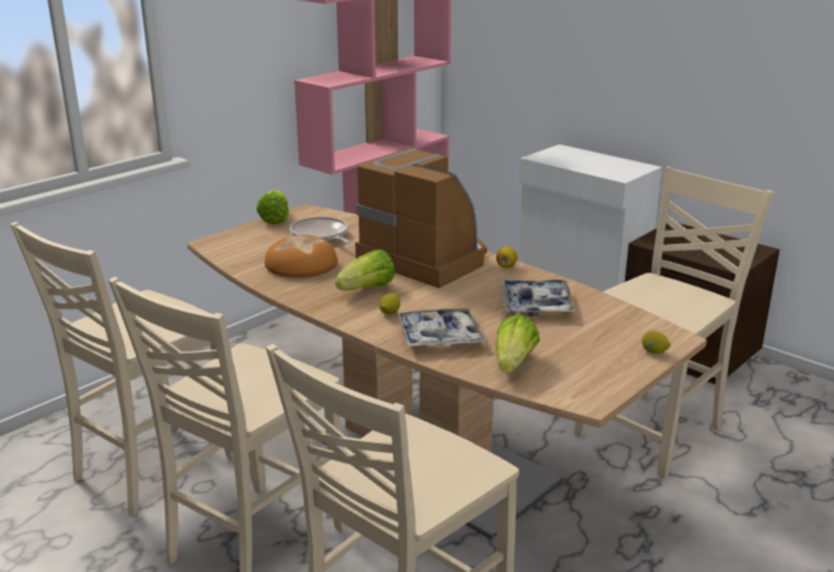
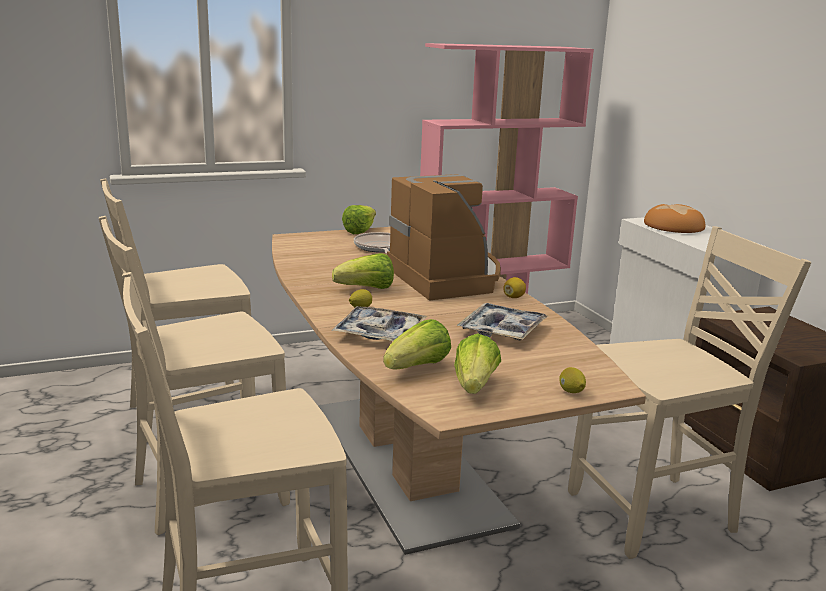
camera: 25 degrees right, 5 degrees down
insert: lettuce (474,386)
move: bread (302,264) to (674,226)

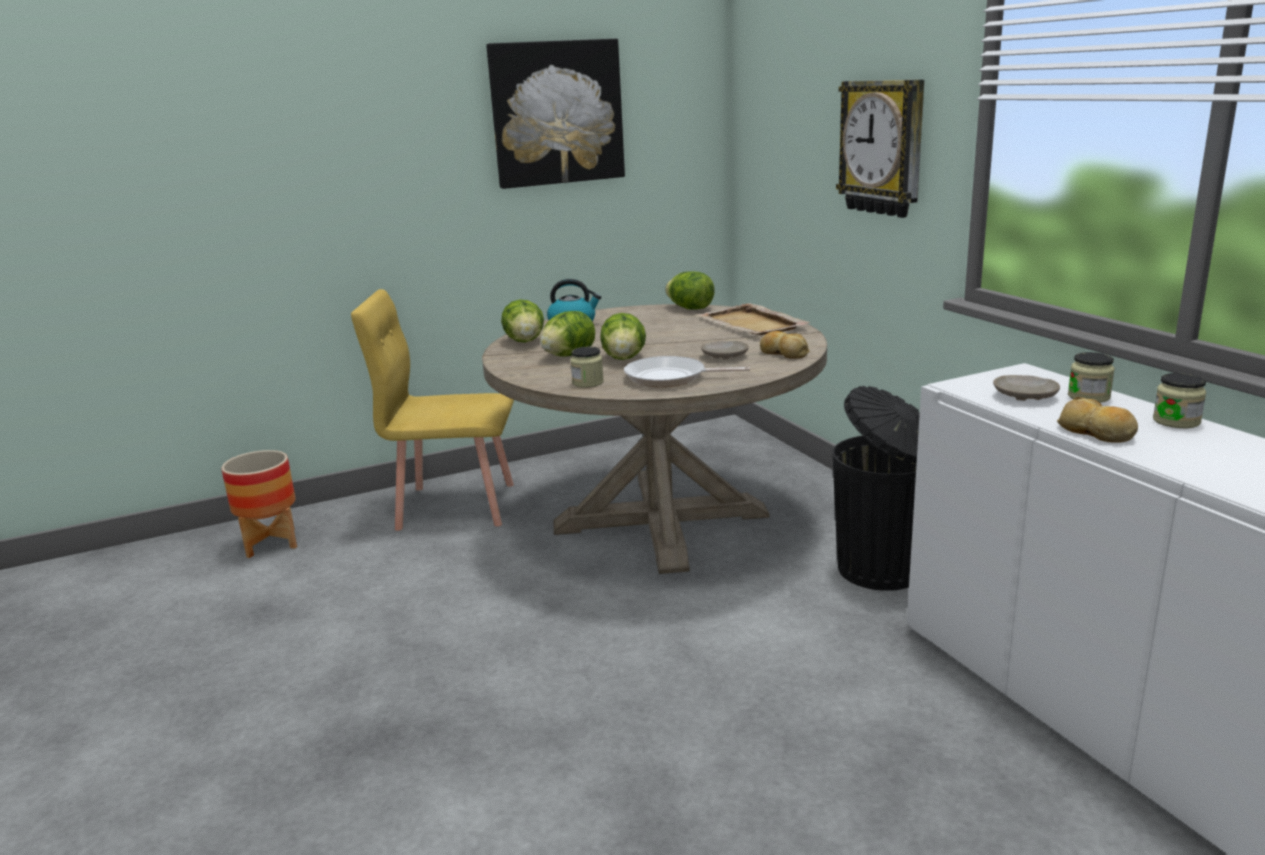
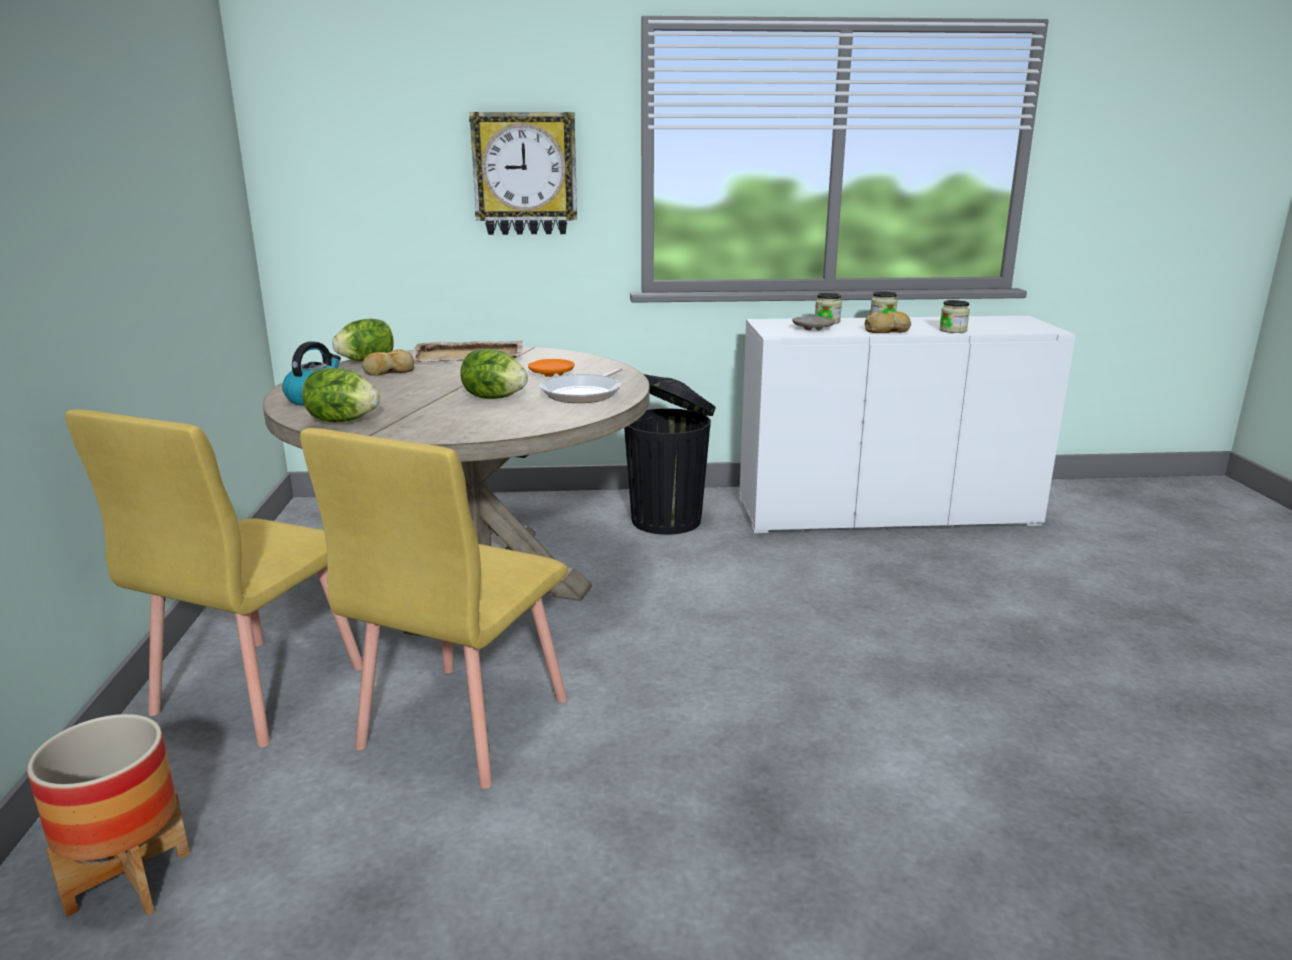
camera: 70 degrees left, 0 degrees up
delete: picture (557,113); lettuce (568,356)
insert: yellow chair (462,723)
move: jar (588,383) to (953,330); bread (783,353) to (388,371)
recolor: beige plate (725,356) to orange plate (551,374)

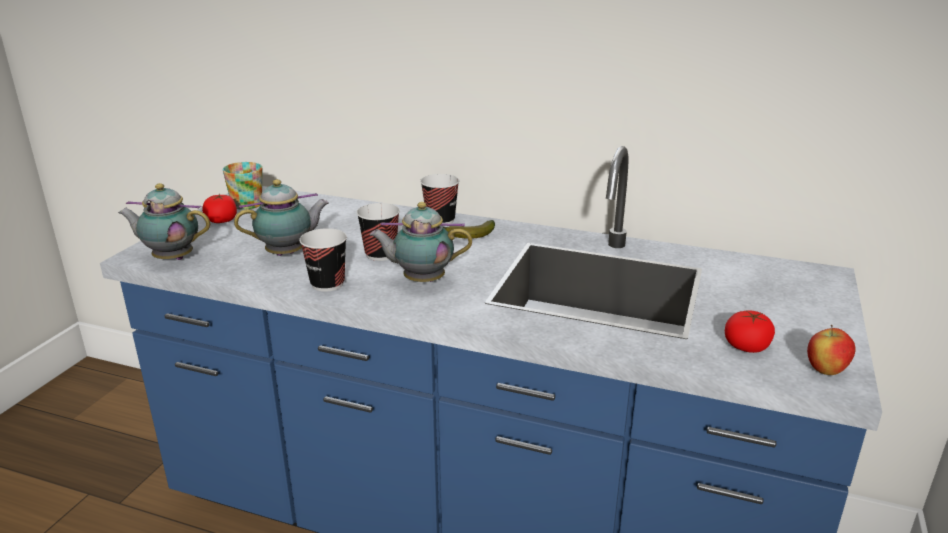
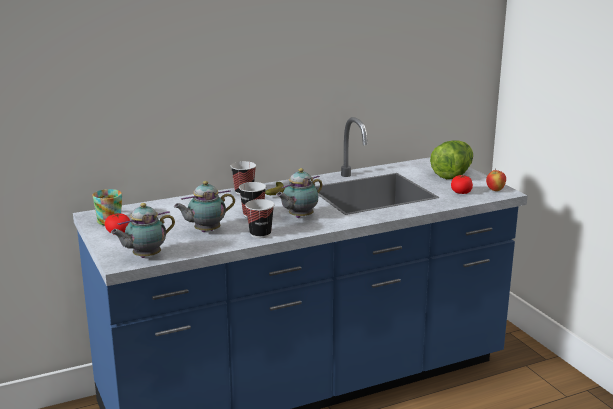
camera: 45 degrees left, 5 degrees down
insert: lettuce (452,174)
rotate: teapot (288,253) = (205,231) 135 degrees counterclockwise

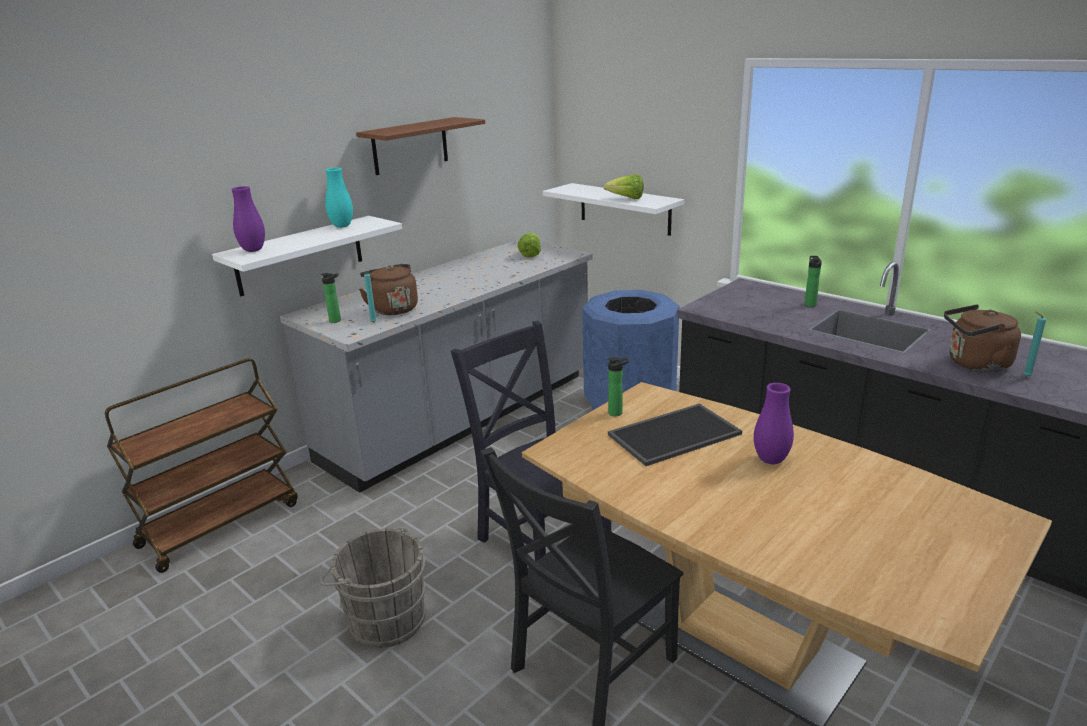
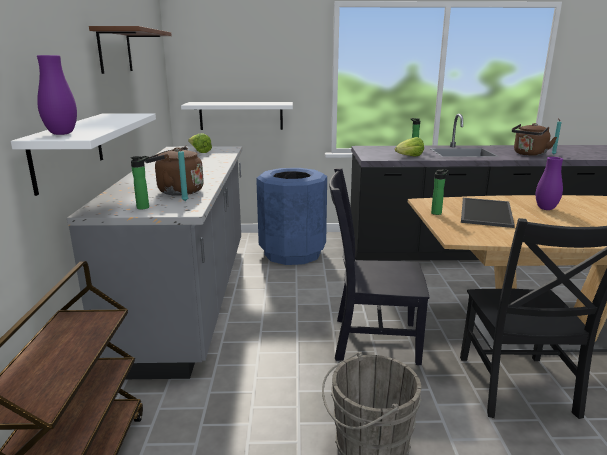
camera: 45 degrees left, 5 degrees down
delete: turquoise vase (342,226)
move: lettuce (626,198) to (409,157)

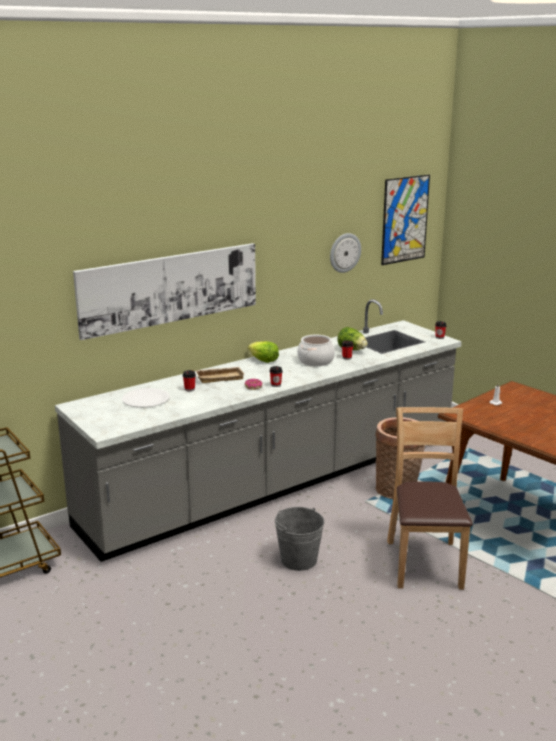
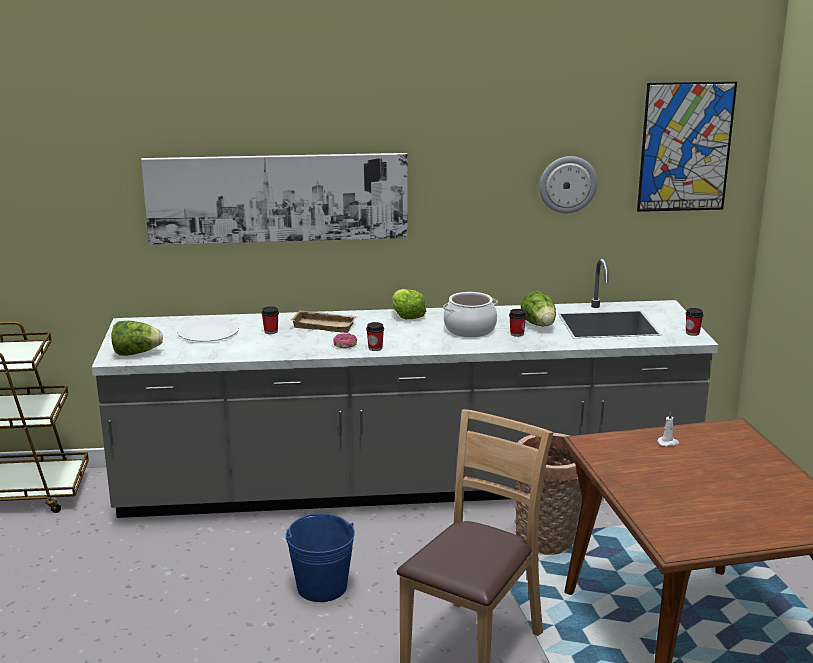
camera: 30 degrees right, 0 degrees up
insert: lettuce (136,353)
recolor: grey bucket (299,560) to blue bucket (322,587)

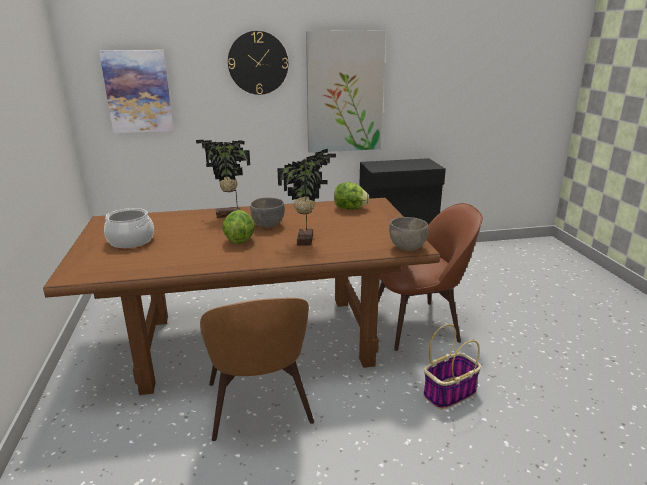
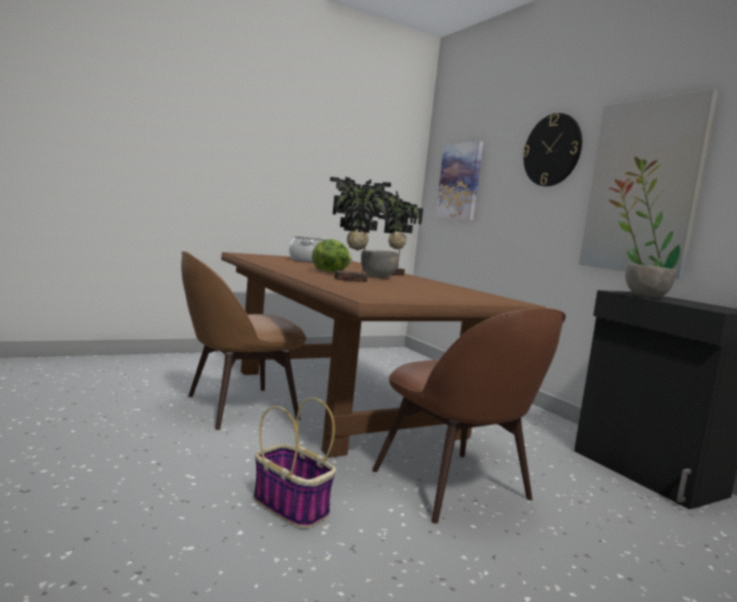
camera: 70 degrees right, 15 degrees down
delete: lettuce (350,208)
move: grey bowl (407,248) to (645,297)

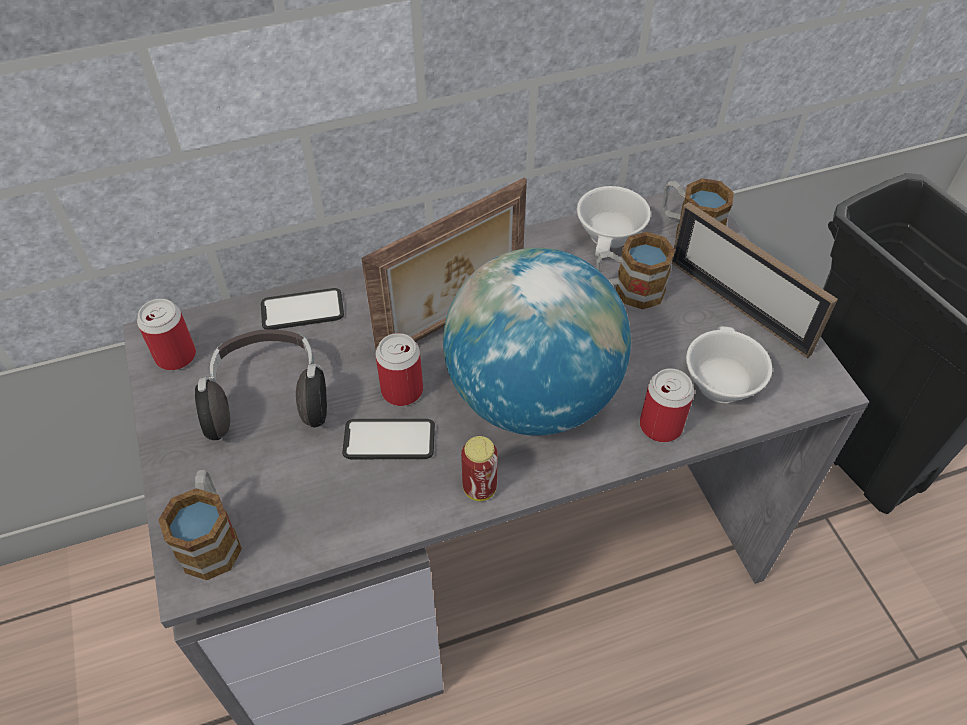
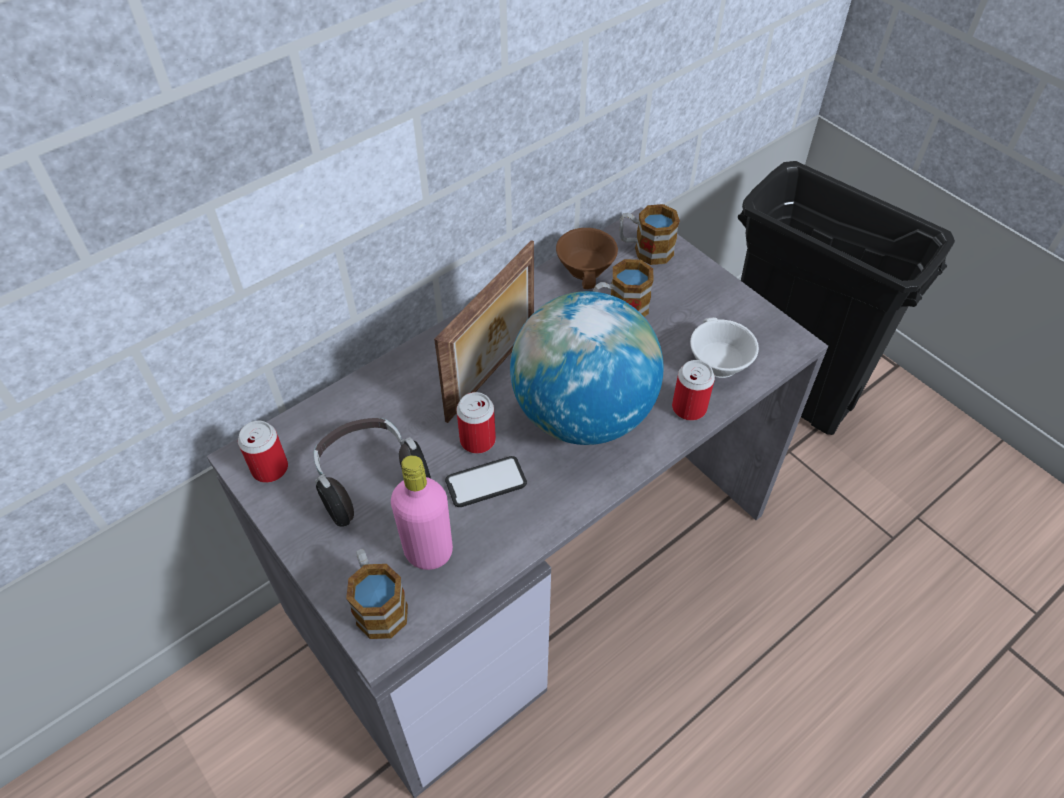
camera: 20 degrees left, 0 degrees up
delete: phone (302,310); can (479,488); picture frame (738,306)
insert: pink bottle (428,552)
recolor: white cup (612,236) to brown cup (588,269)

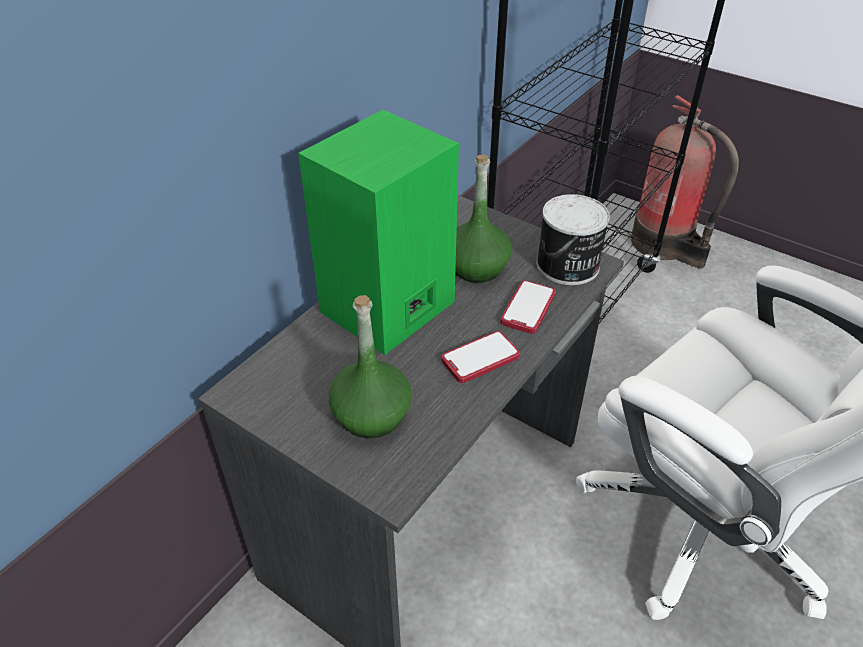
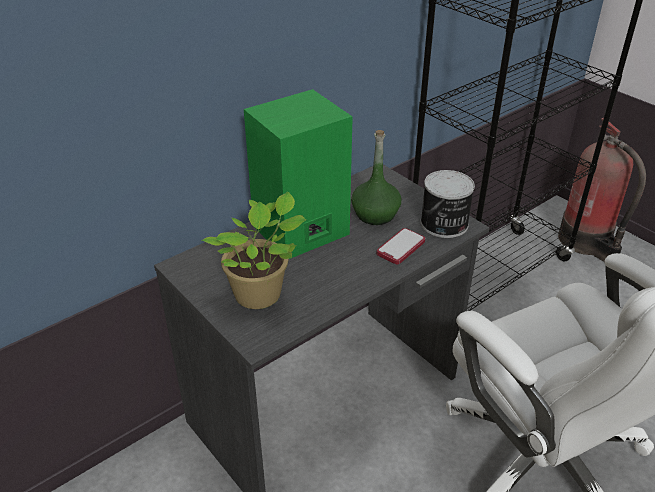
camera: 15 degrees right, 5 degrees down
delete: phone (480,358)
replace: green bottle (371,415) to potted plant (261,295)

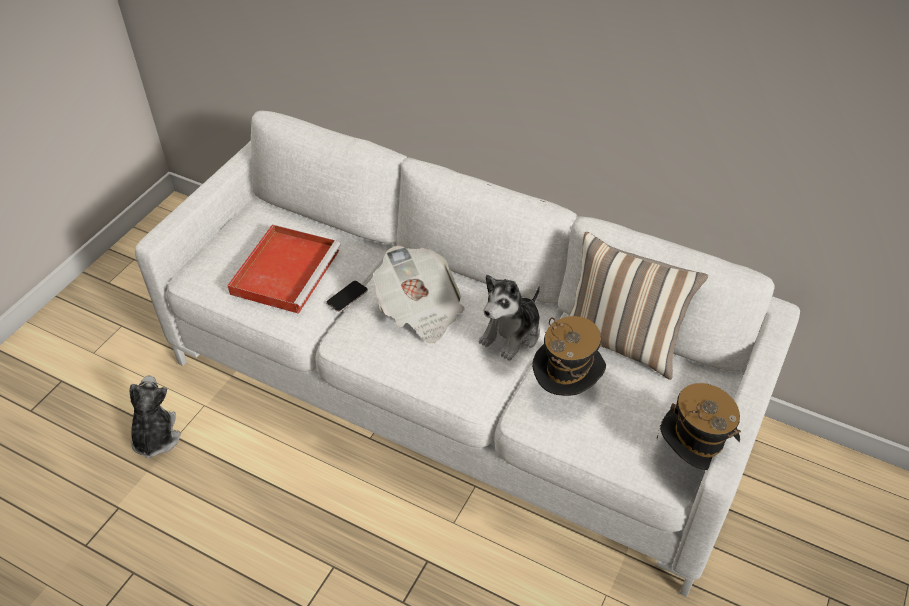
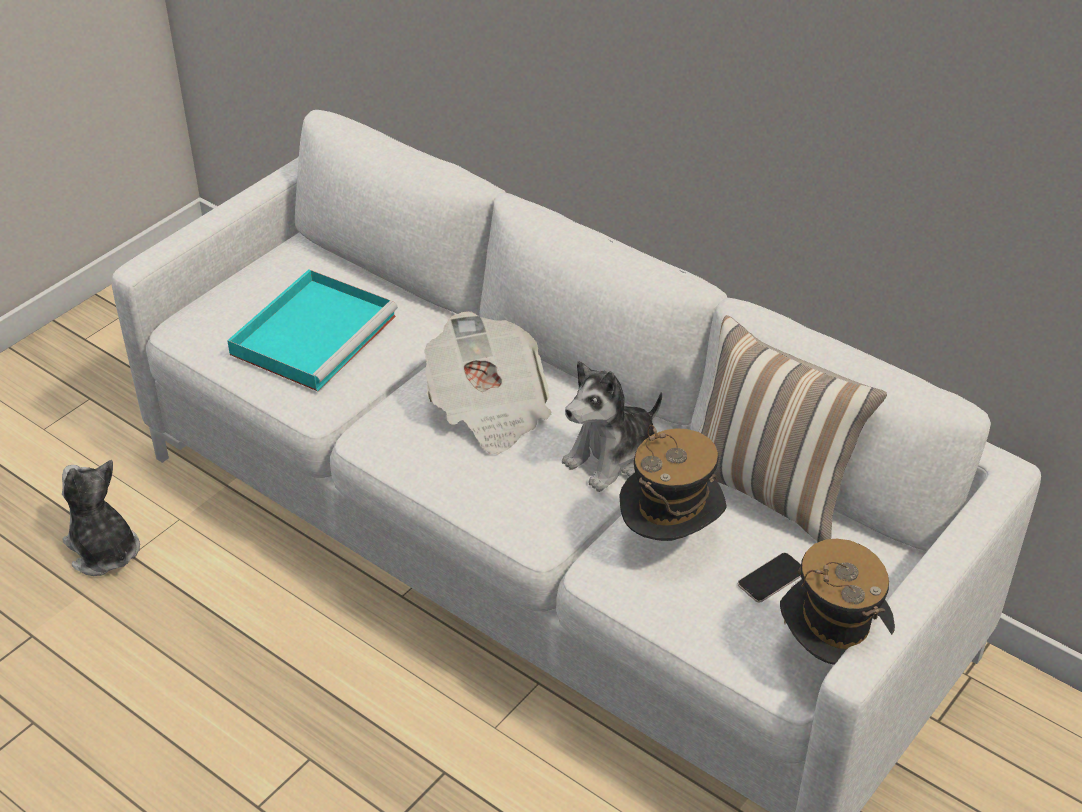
camera: 10 degrees right, 5 degrees down
move: phone (347,296) to (772,578)
recolor: red tray (286,270) to turquoise tray (315,333)
rotate: plush toy (156,437) = (103,551) 45 degrees counterclockwise

